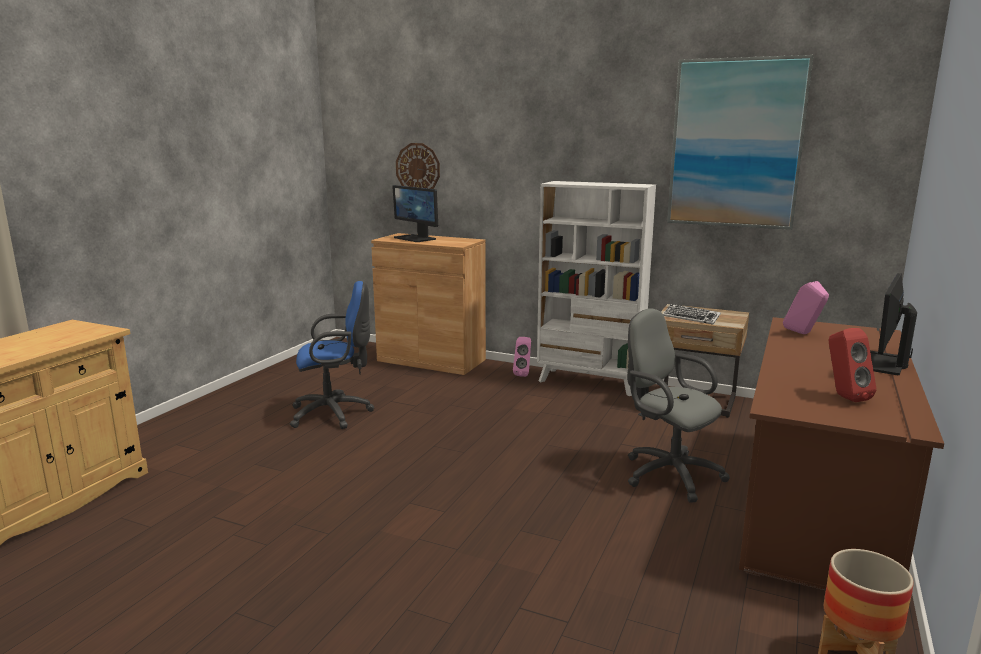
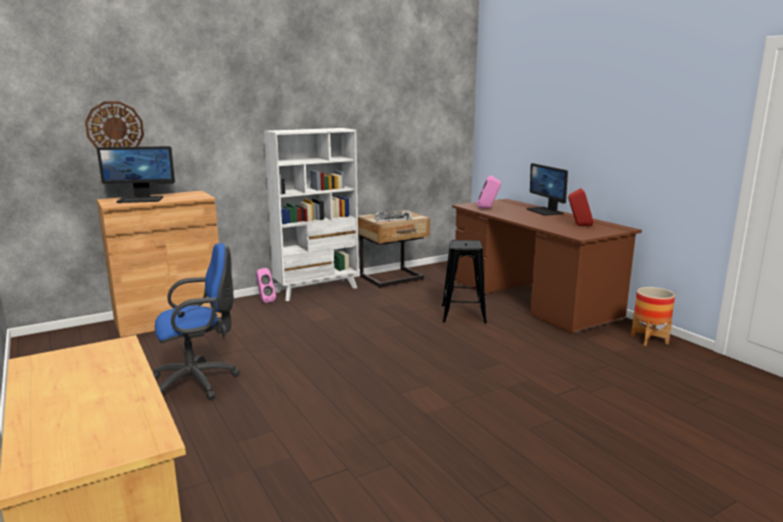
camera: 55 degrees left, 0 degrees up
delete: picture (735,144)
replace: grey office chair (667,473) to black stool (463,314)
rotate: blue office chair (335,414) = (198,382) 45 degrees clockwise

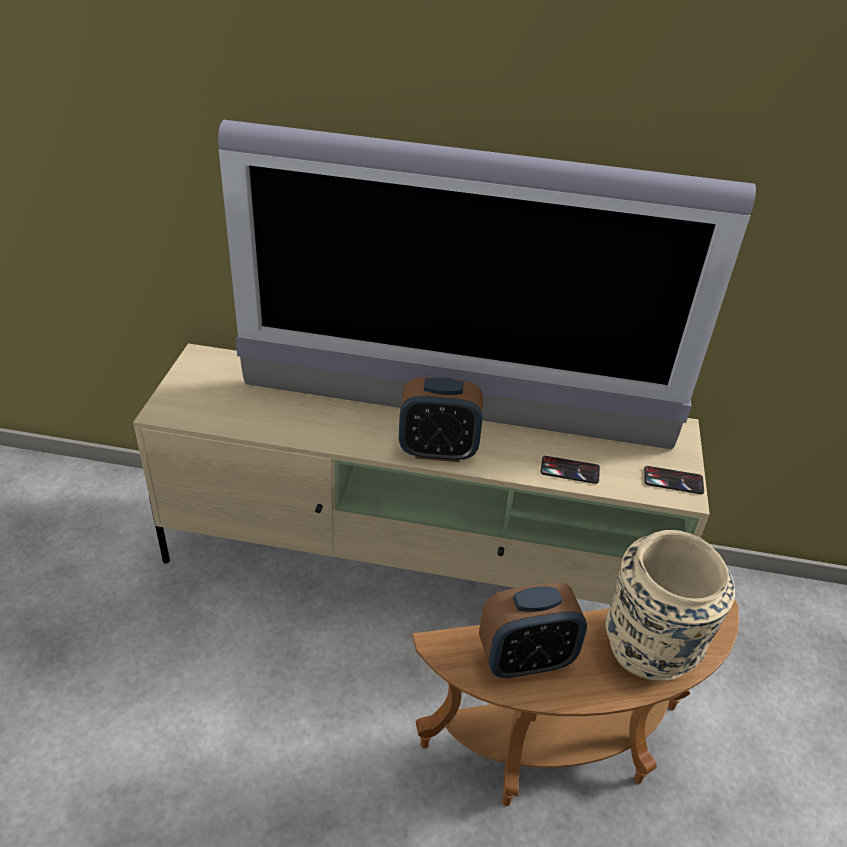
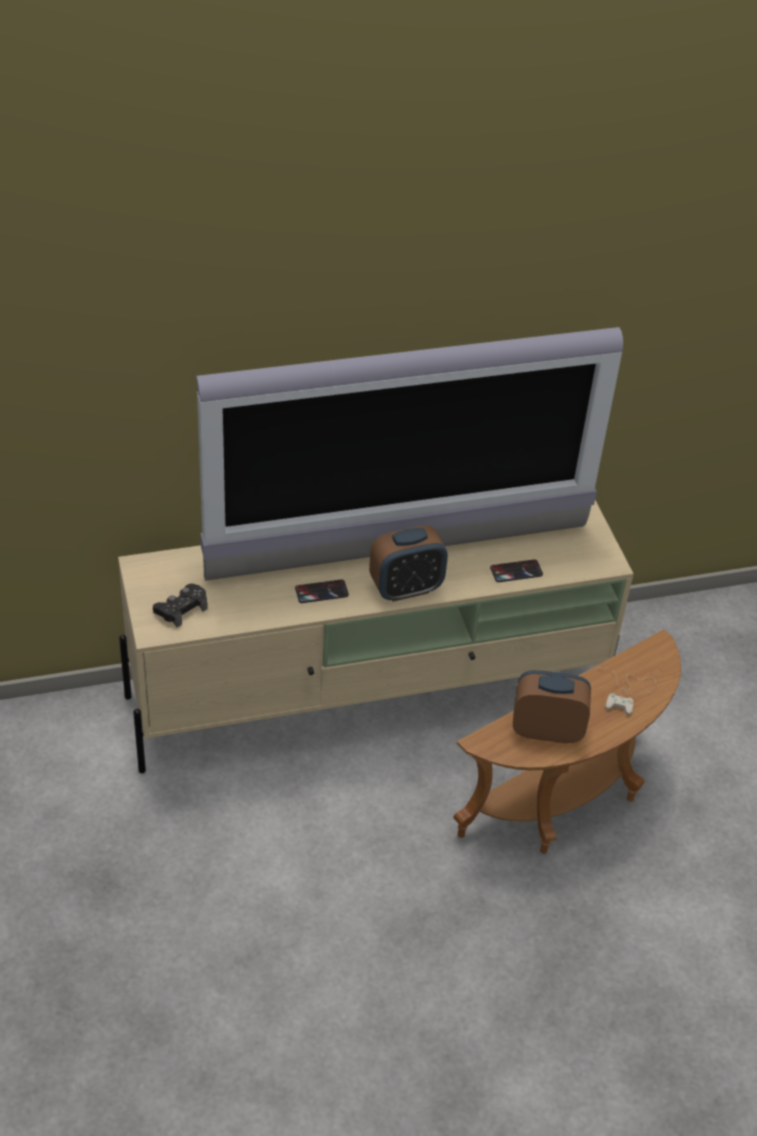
camera: 25 degrees left, 5 degrees up
insert: black game controller (181,609)
move: phone (673,480) to (321,592)
replace: beige vase (650,649) to white game controller (627,691)
rotate: alarm clock (525,660) = (546,730) 135 degrees counterclockwise

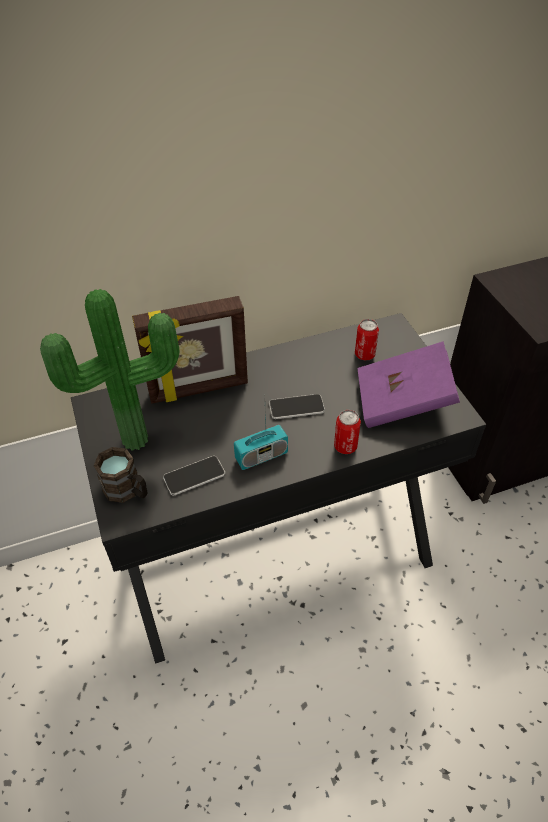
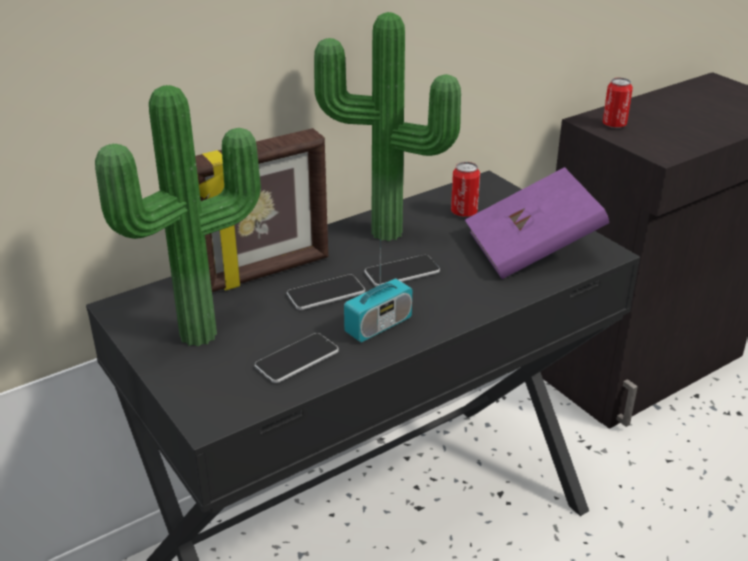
camera: 15 degrees left, 15 degrees down
delete: brown mug (128,491)
insert: phone (326,293); potted plant (385,236)
move: can (345,446) to (614,125)

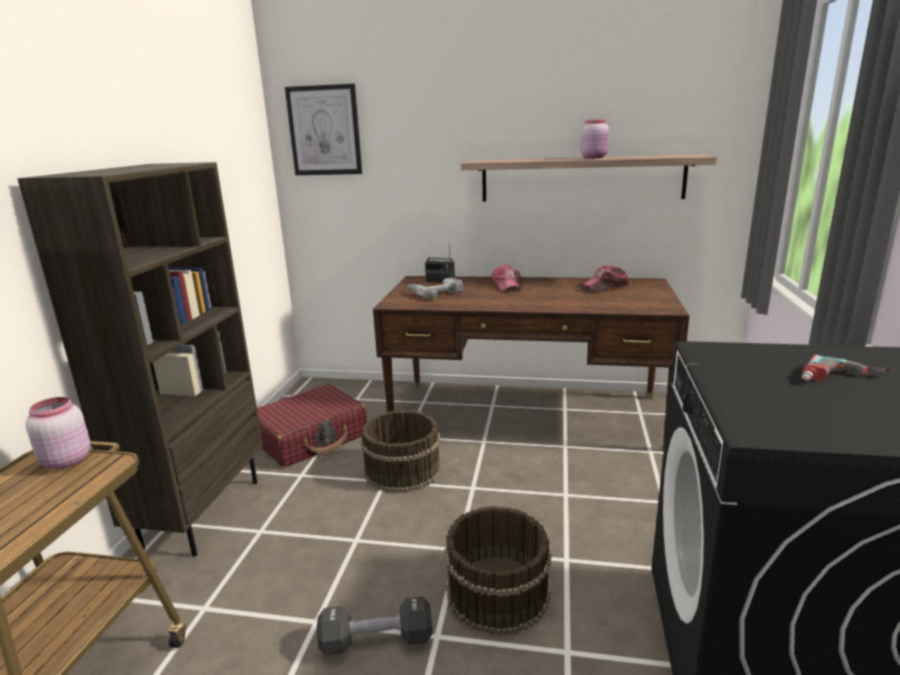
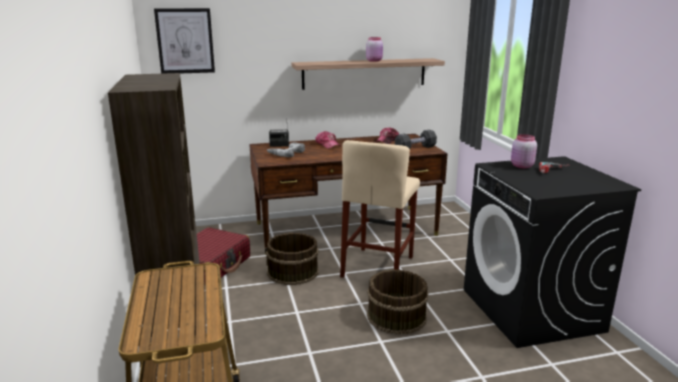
camera: 25 degrees left, 0 degrees up
insert: beige stool (378,266)
move: pink jar (65,460) to (521,166); black dumbbell (377,641) to (415,148)

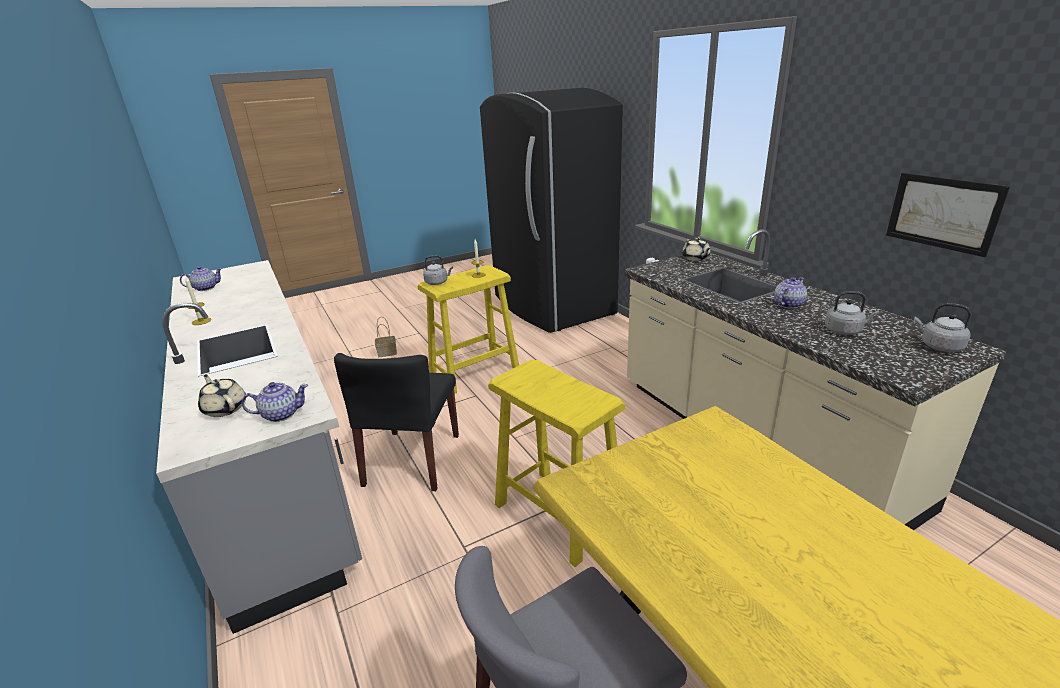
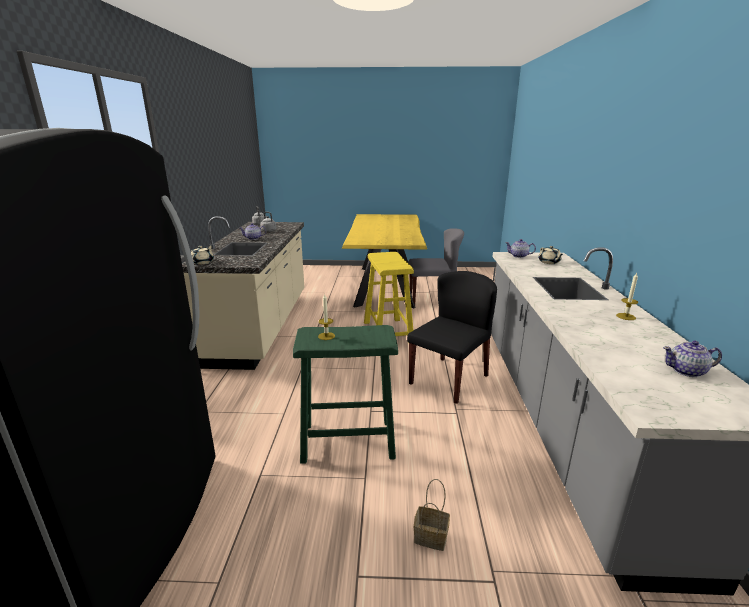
camera: 150 degrees left, 5 degrees down
delete: grey kettle (437,282); picture (942,213)
recolor: yellow stool (475,371) to green stool (347,440)

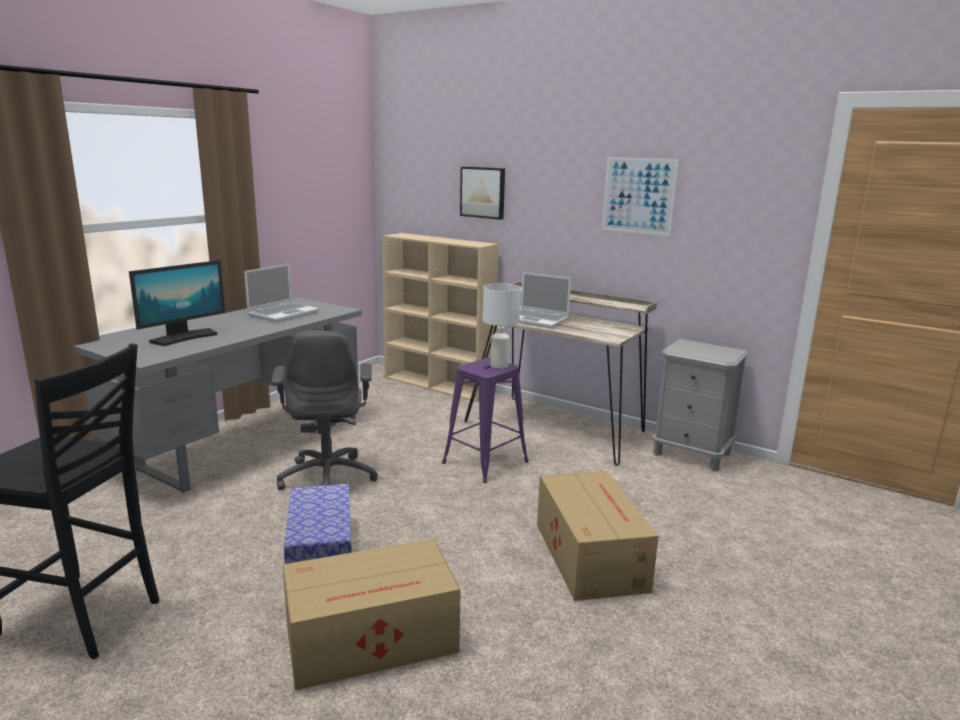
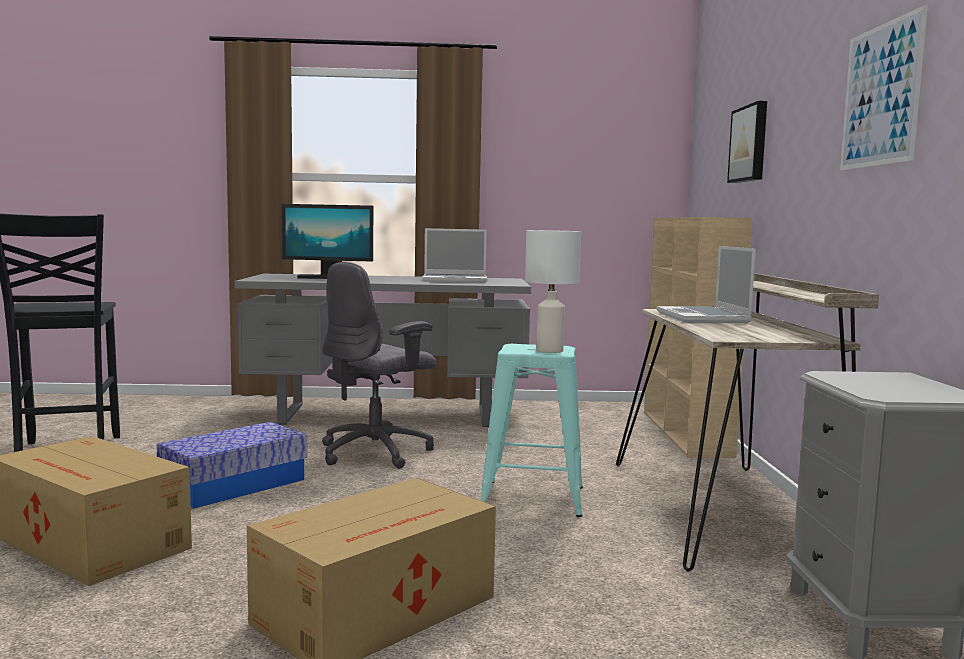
camera: 55 degrees right, 10 degrees down
recolor: purple stool (485,462) to turquoise stool (532,498)

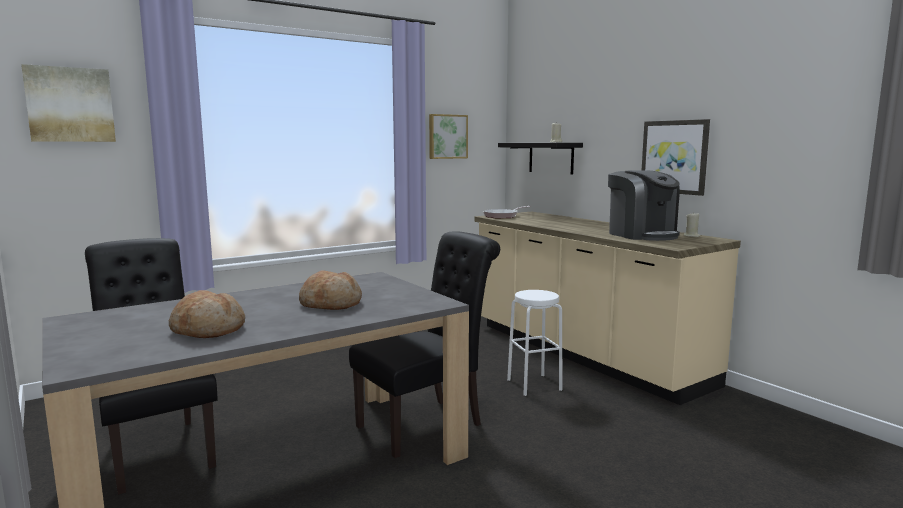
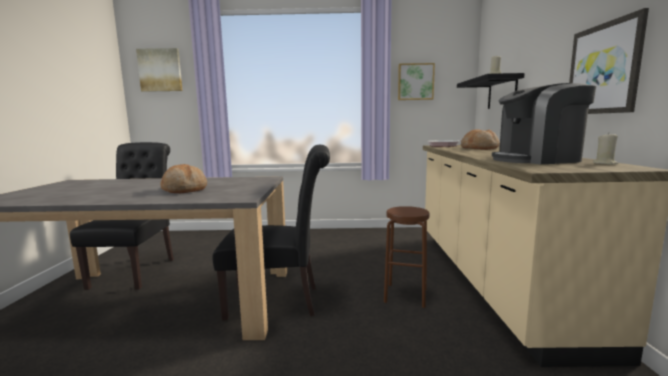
camera: 35 degrees right, 0 degrees up
move: bread (208,330) to (479,148)
recolor: white stool (534,384) to brown stool (406,295)
rotate: coffee machine (642,235) = (536,160) 75 degrees clockwise

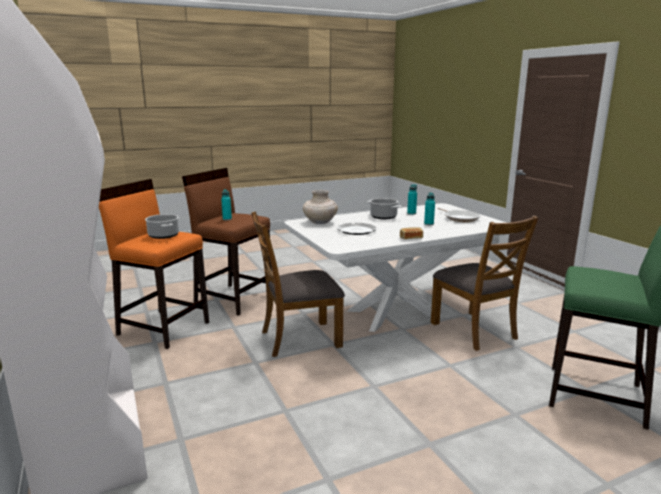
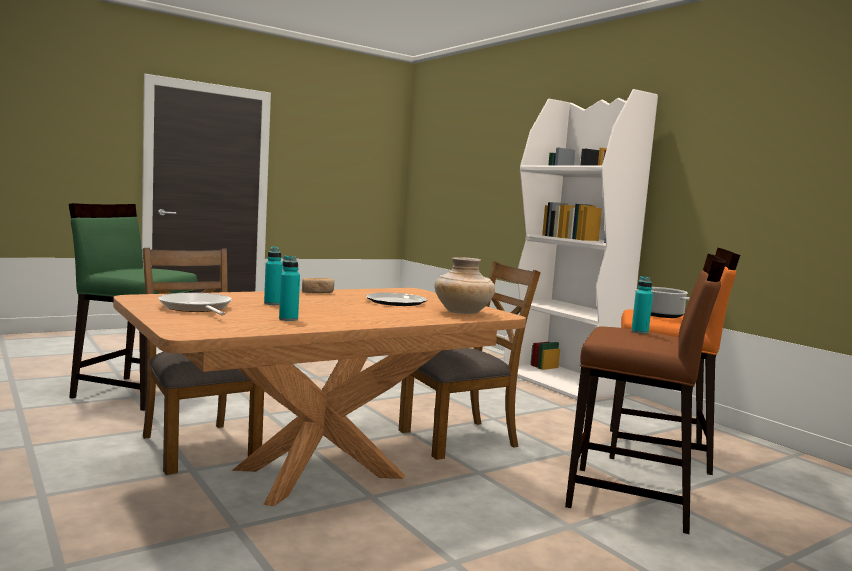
camera: 170 degrees right, 10 degrees down
delete: cooking pot (384,217)
recolor: white dining table (394,313) to brown dining table (318,472)

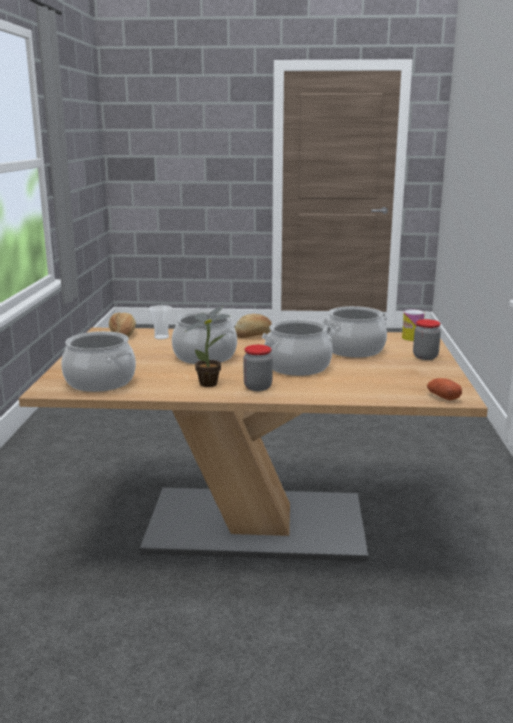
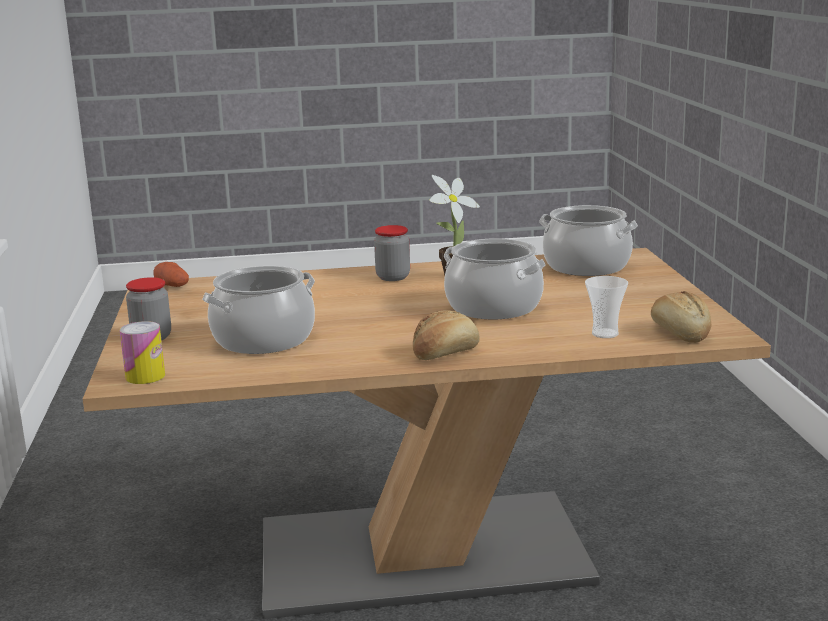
camera: 170 degrees right, 0 degrees up
delete: cooking pot (297,367)

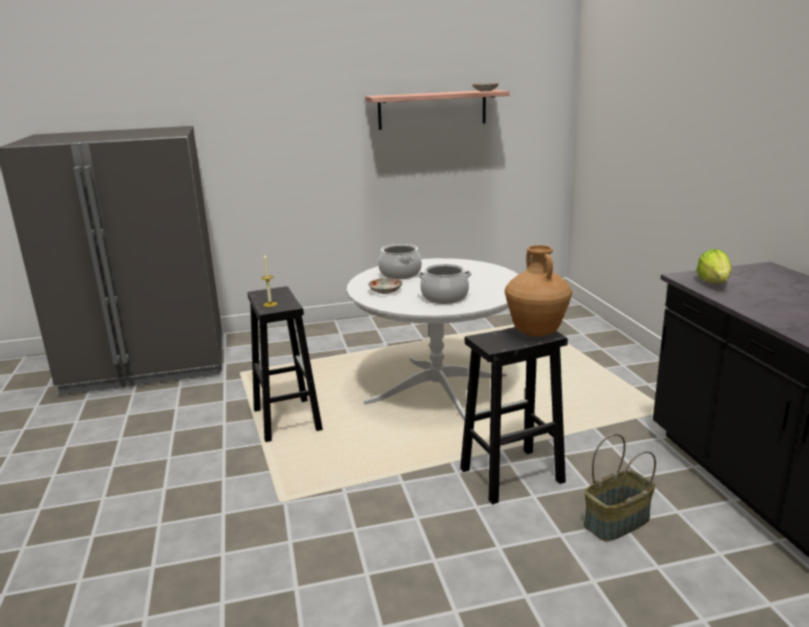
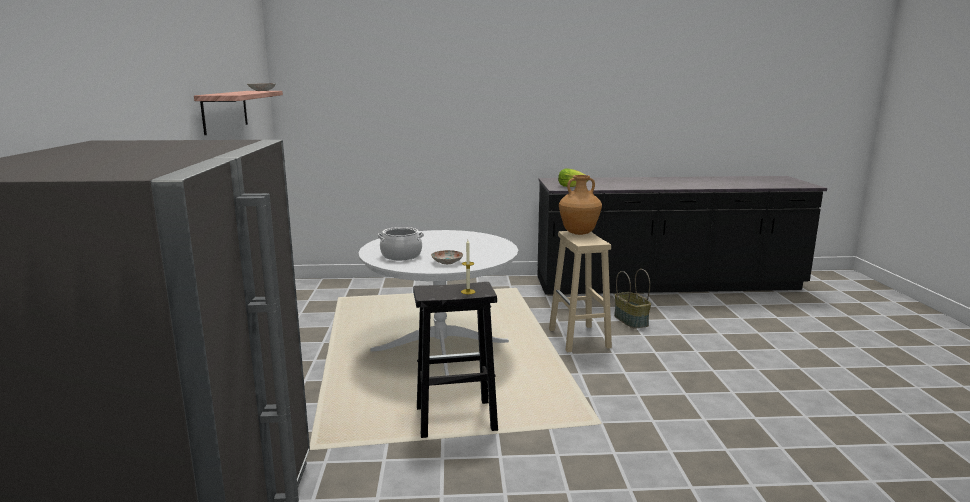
camera: 80 degrees left, 5 degrees down
delete: cooking pot (444,297)
recolor: black stool (510,476) to beige stool (579,339)

